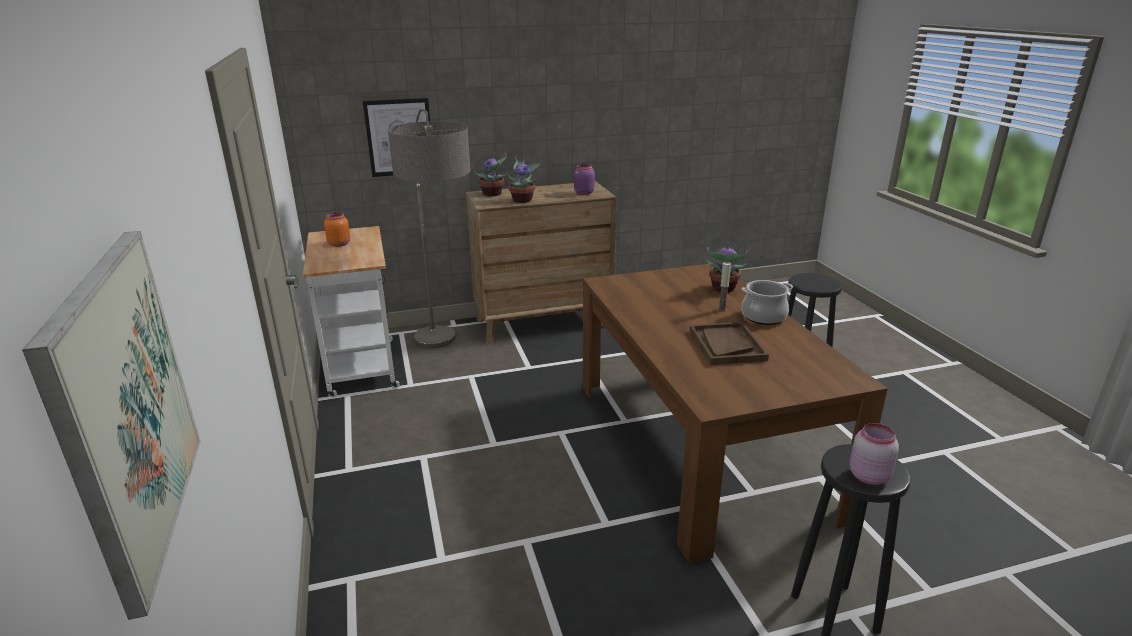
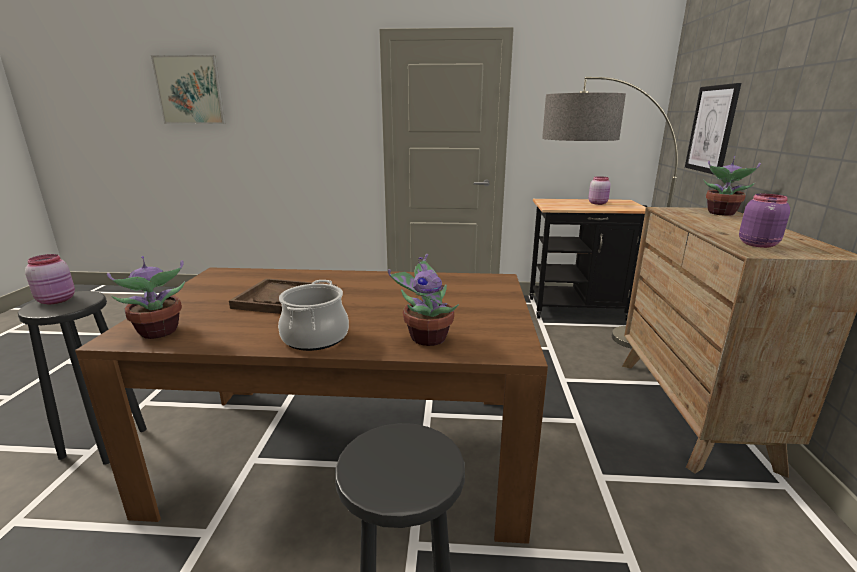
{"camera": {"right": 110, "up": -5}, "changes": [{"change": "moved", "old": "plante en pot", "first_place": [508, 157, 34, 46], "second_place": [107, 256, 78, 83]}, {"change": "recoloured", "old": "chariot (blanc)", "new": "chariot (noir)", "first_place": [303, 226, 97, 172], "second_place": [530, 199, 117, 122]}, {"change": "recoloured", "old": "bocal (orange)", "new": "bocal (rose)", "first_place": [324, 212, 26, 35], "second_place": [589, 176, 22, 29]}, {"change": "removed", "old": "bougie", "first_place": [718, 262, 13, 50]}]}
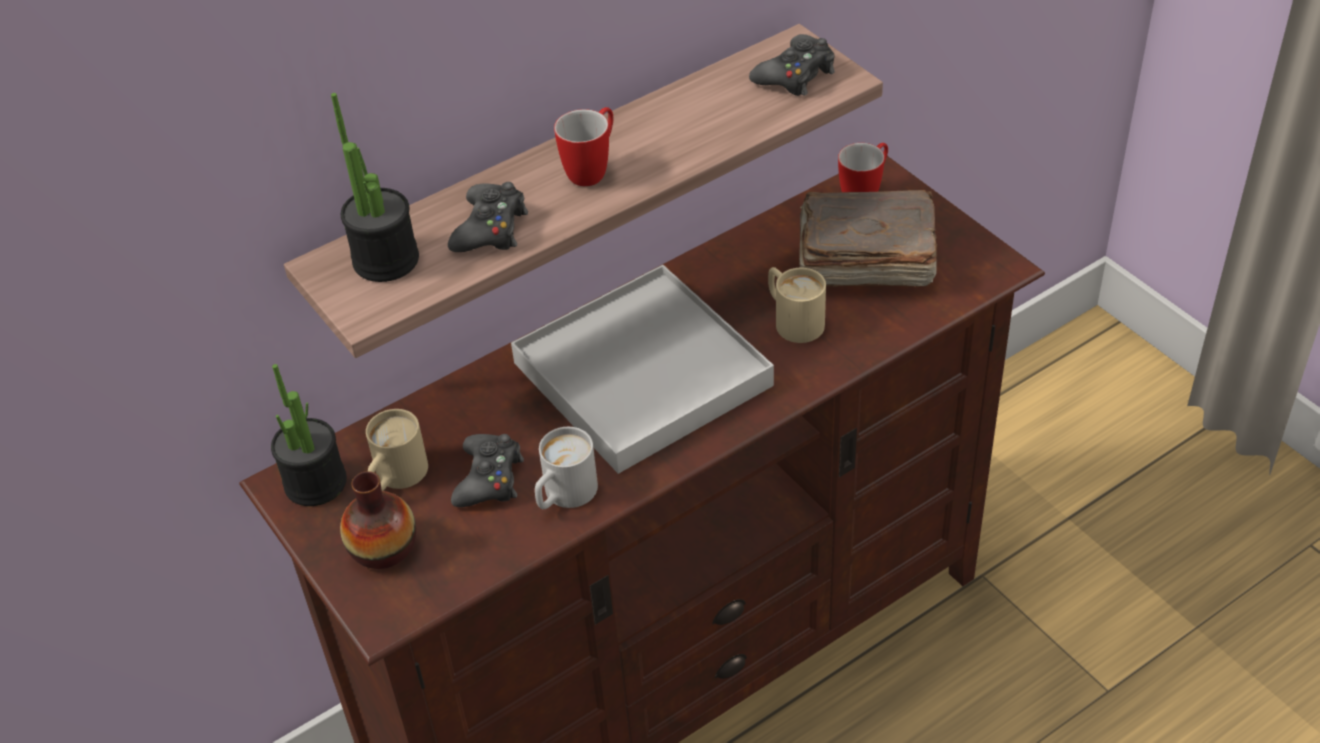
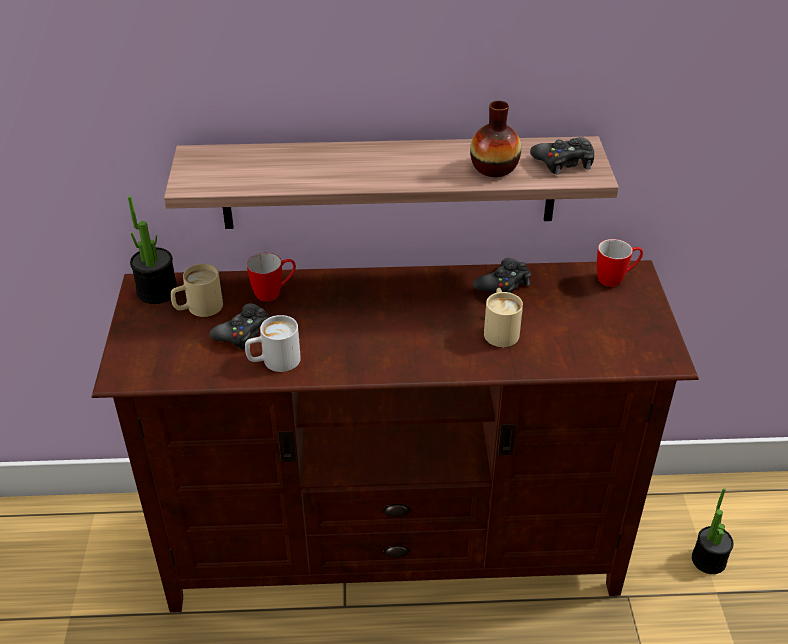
{"camera": {"right": 30, "up": -5}, "changes": [{"change": "moved", "old": "mug", "first_place": [554, 107, 59, 79], "second_place": [247, 253, 49, 49]}, {"change": "moved", "old": "vase", "first_place": [340, 471, 76, 98], "second_place": [470, 101, 51, 76]}, {"change": "moved", "old": "manette (noir)", "first_place": [448, 182, 80, 70], "second_place": [473, 258, 58, 35]}, {"change": "moved", "old": "plante en pot", "first_place": [331, 93, 88, 189], "second_place": [692, 488, 42, 86]}, {"change": "removed", "old": "plateau (blanc)", "first_place": [511, 265, 263, 209]}, {"change": "removed", "old": "livre (marron)", "first_place": [799, 190, 138, 97]}]}
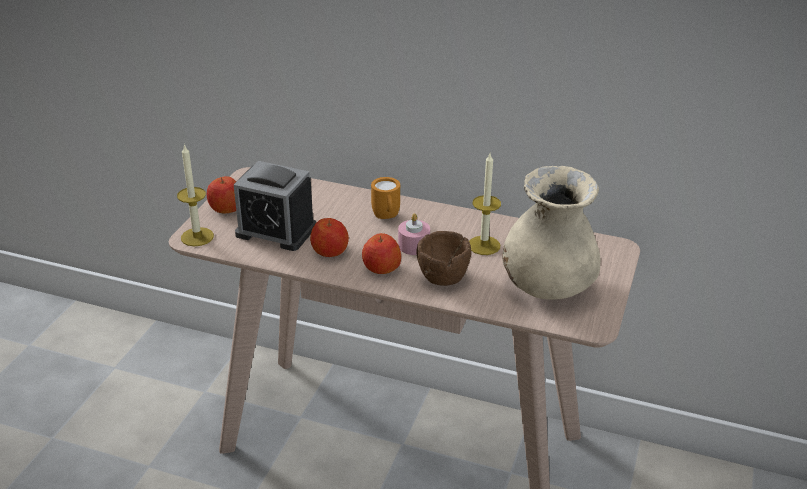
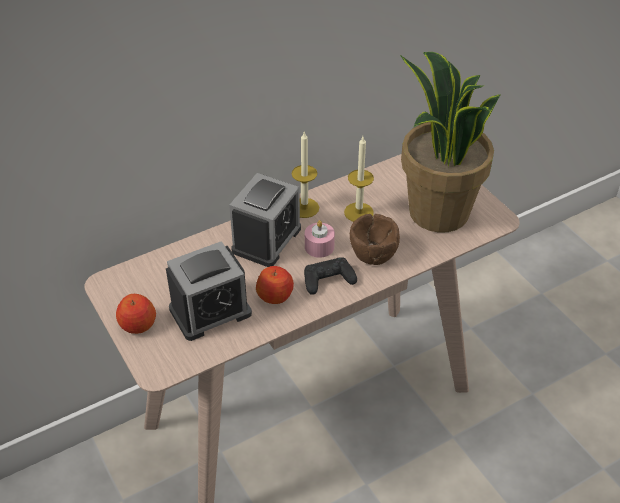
{"camera": {"right": -50, "up": 10}, "changes": [{"change": "replaced", "old": "mug (orange)", "new": "réveil", "first_place": [371, 177, 29, 42], "second_place": [229, 173, 72, 94]}, {"change": "moved", "old": "bougie", "first_place": [177, 144, 37, 102], "second_place": [292, 132, 27, 86]}, {"change": "replaced", "old": "pomme", "new": "manette (noir)", "first_place": [362, 233, 39, 41], "second_place": [304, 257, 53, 38]}, {"change": "replaced", "old": "vase (beige)", "new": "plante en pot", "first_place": [502, 166, 98, 134], "second_place": [400, 52, 101, 181]}]}
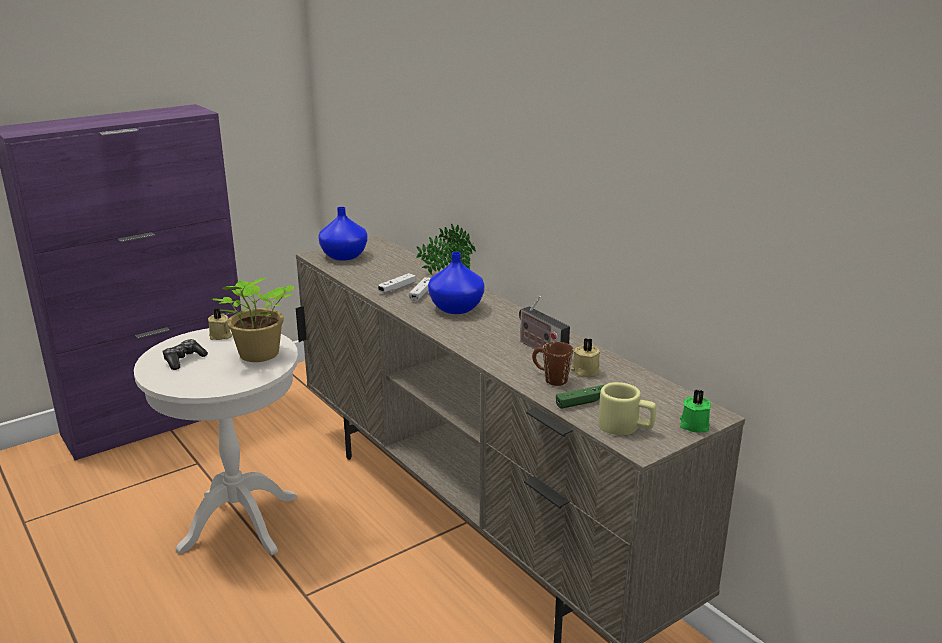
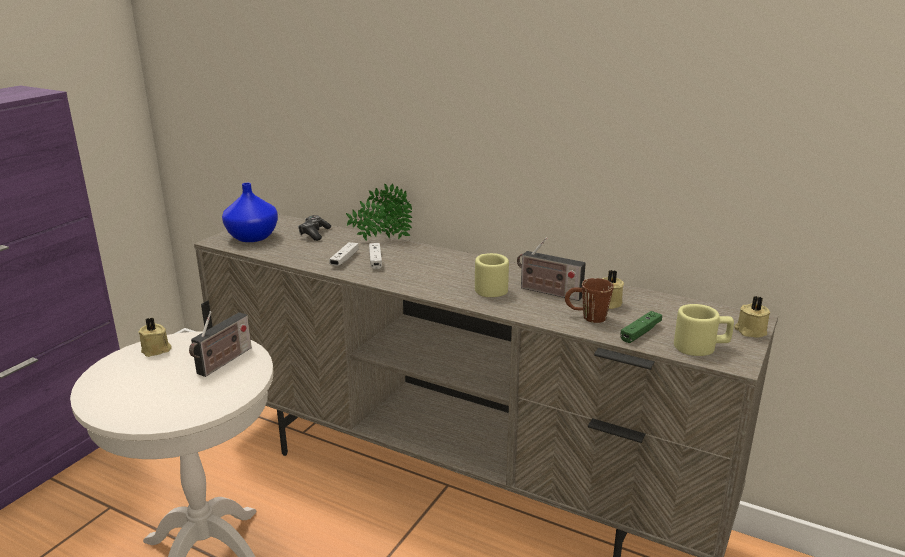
{"camera": {"right": -25, "up": 0}, "changes": [{"change": "replaced", "old": "plante en pot", "new": "radio", "first_place": [211, 278, 83, 84], "second_place": [189, 311, 63, 66]}, {"change": "moved", "old": "manette", "first_place": [162, 339, 46, 31], "second_place": [298, 215, 33, 26]}, {"change": "added", "new": "mug (beige)", "second_place": [475, 253, 34, 44]}, {"change": "recoloured", "old": "bougie (vert)", "new": "bougie (beige)", "first_place": [680, 389, 31, 43], "second_place": [734, 296, 36, 42]}, {"change": "removed", "old": "vase (bleu)", "first_place": [428, 252, 57, 62]}]}
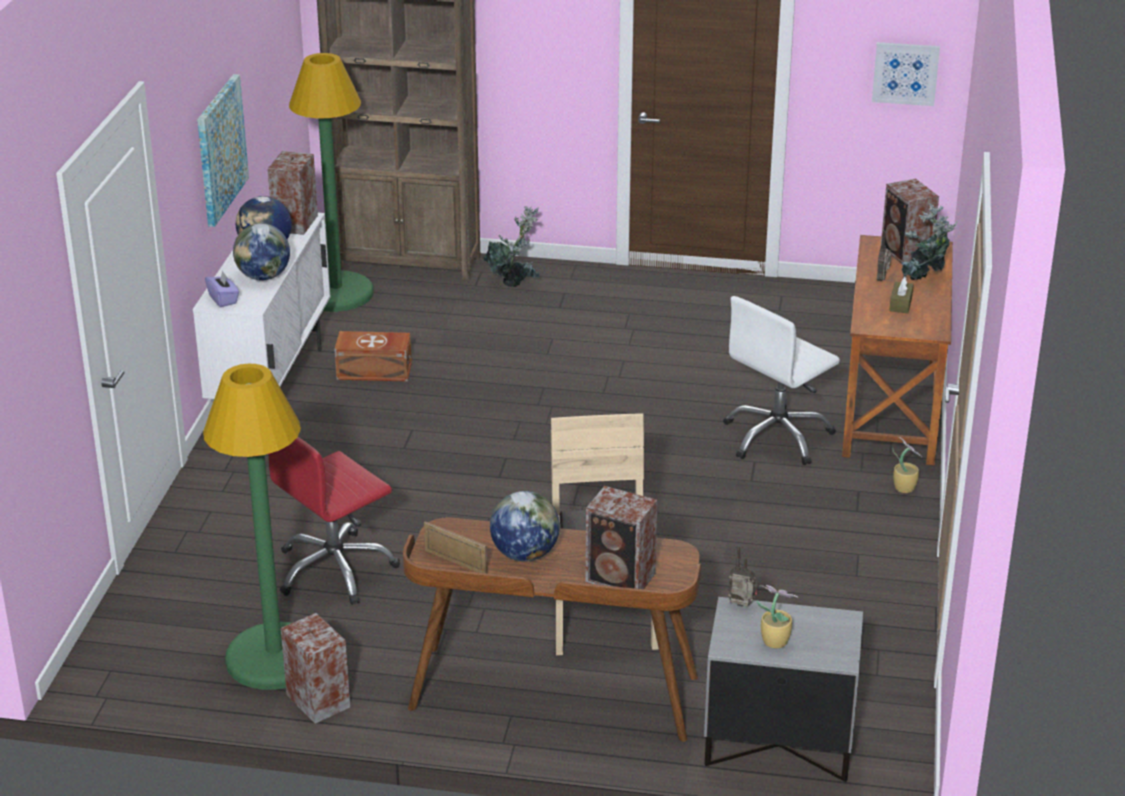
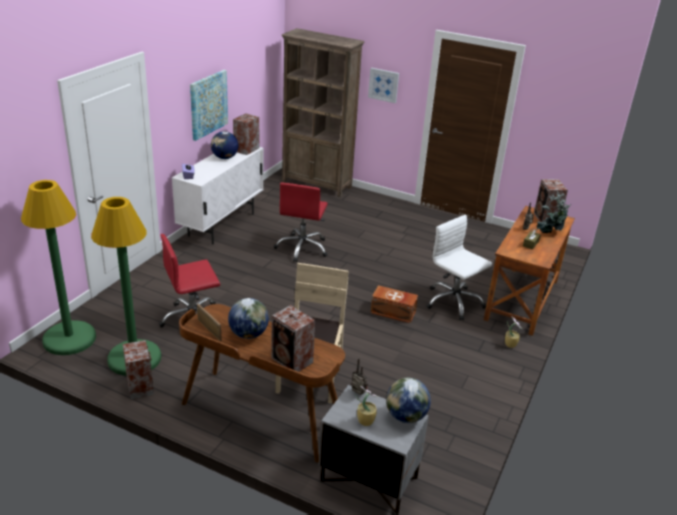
{"camera": {"right": 15, "up": 0}, "changes": [{"change": "moved", "old": "lampadaire (vert)", "first_place": [289, 53, 85, 259], "second_place": [21, 180, 75, 175]}, {"change": "added", "new": "chaise de bureau (rouge)", "second_place": [274, 183, 54, 79]}, {"change": "moved", "old": "tableau", "first_place": [872, 42, 68, 64], "second_place": [368, 68, 31, 35]}, {"change": "moved", "old": "boîte de rangement (marron)", "first_place": [335, 331, 77, 50], "second_place": [370, 285, 48, 38]}, {"change": "moved", "old": "globe", "first_place": [233, 223, 57, 58], "second_place": [386, 378, 45, 45]}, {"change": "turned", "old": "chaise de bureau (blanc)", "first_place": [723, 296, 117, 169], "second_place": [426, 215, 66, 105], "degrees": 75}, {"change": "removed", "old": "plante en pot", "first_place": [483, 206, 57, 81]}]}
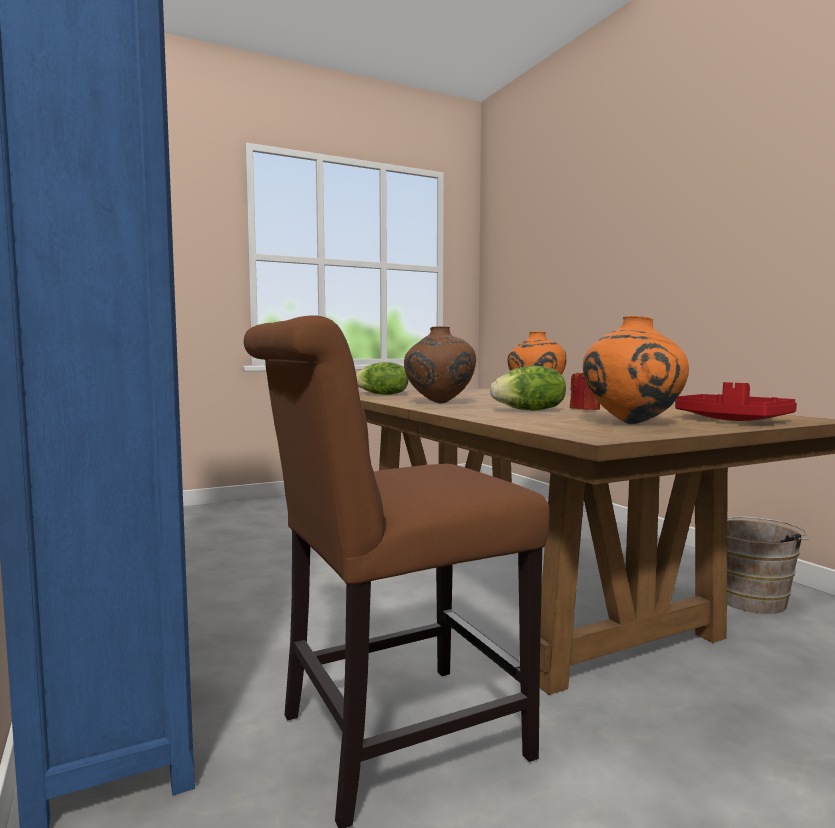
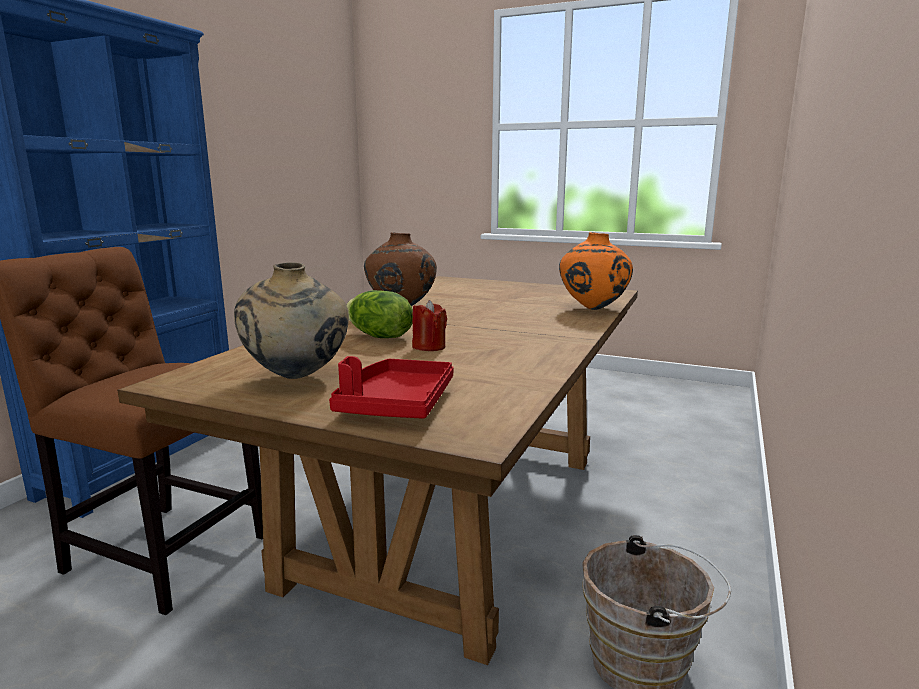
{"camera": {"right": 50, "up": 10}, "changes": [{"change": "recoloured", "old": "vase (orange)", "new": "vase (beige)", "first_place": [583, 316, 106, 108], "second_place": [234, 263, 115, 116]}, {"change": "removed", "old": "laitue", "first_place": [356, 362, 52, 33]}]}
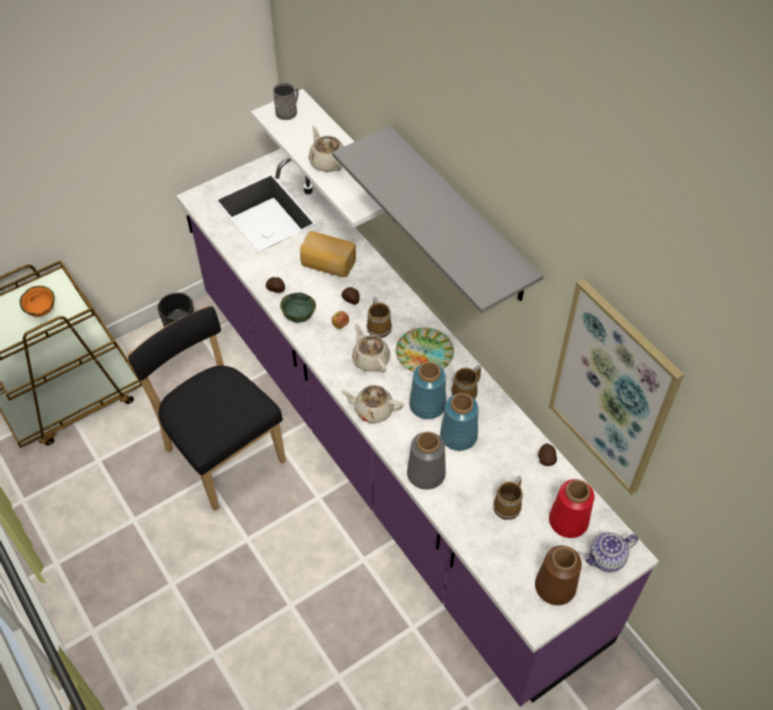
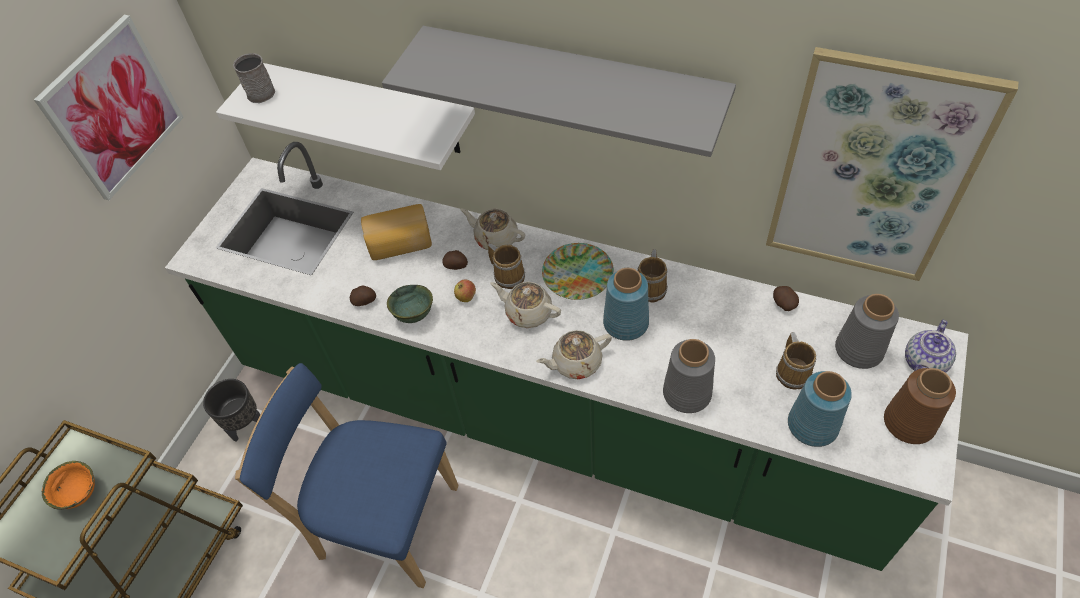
{"camera": {"right": -30, "up": 0}, "changes": [{"change": "added", "new": "tableau", "second_place": [34, 15, 150, 185]}, {"change": "recoloured", "old": "comptoir de cuisine (violet)", "new": "comptoir de cuisine (vert)", "first_place": [176, 148, 483, 559], "second_place": [165, 142, 803, 429]}, {"change": "recoloured", "old": "chaise (noir)", "new": "chaise (bleu)", "first_place": [127, 306, 159, 205], "second_place": [235, 363, 224, 225]}, {"change": "moved", "old": "théière (beige)", "first_place": [309, 125, 35, 47], "second_place": [460, 208, 65, 42]}, {"change": "moved", "old": "vase (bleu)", "first_place": [440, 393, 38, 58], "second_place": [788, 371, 64, 76]}, {"change": "recoloured", "old": "vase (rouge)", "new": "vase (gris)", "first_place": [549, 479, 45, 59], "second_place": [835, 294, 64, 75]}]}
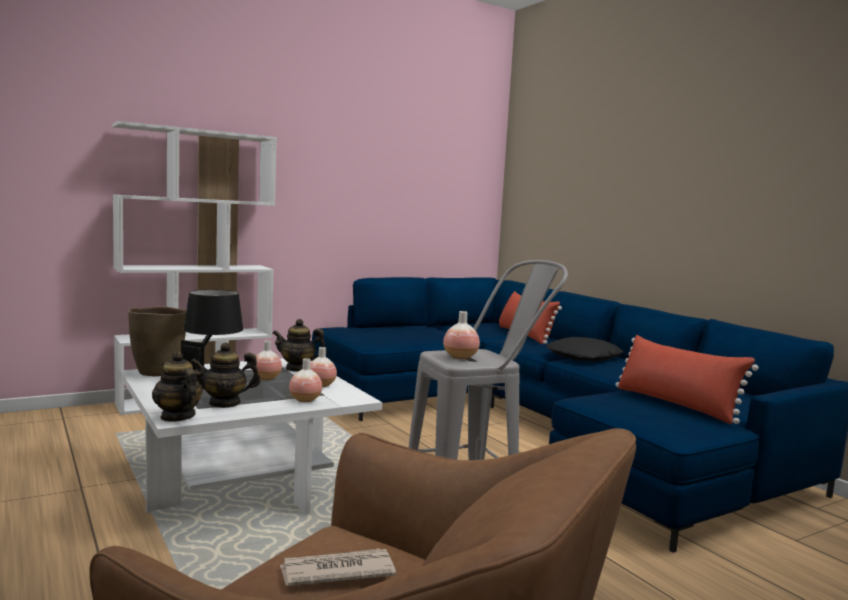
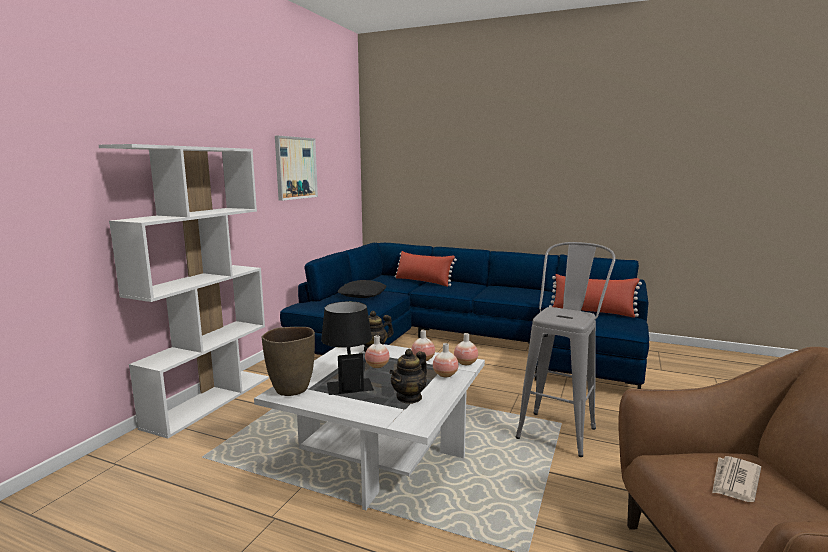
{"camera": {"right": -35, "up": 5}, "changes": [{"change": "added", "new": "tableau", "second_place": [275, 136, 43, 65]}, {"change": "moved", "old": "coussin (noir)", "first_place": [546, 337, 77, 24], "second_place": [338, 280, 49, 18]}, {"change": "moved", "old": "vase", "first_place": [443, 311, 37, 48], "second_place": [454, 333, 24, 32]}, {"change": "removed", "old": "théière", "first_place": [152, 351, 51, 71]}]}
